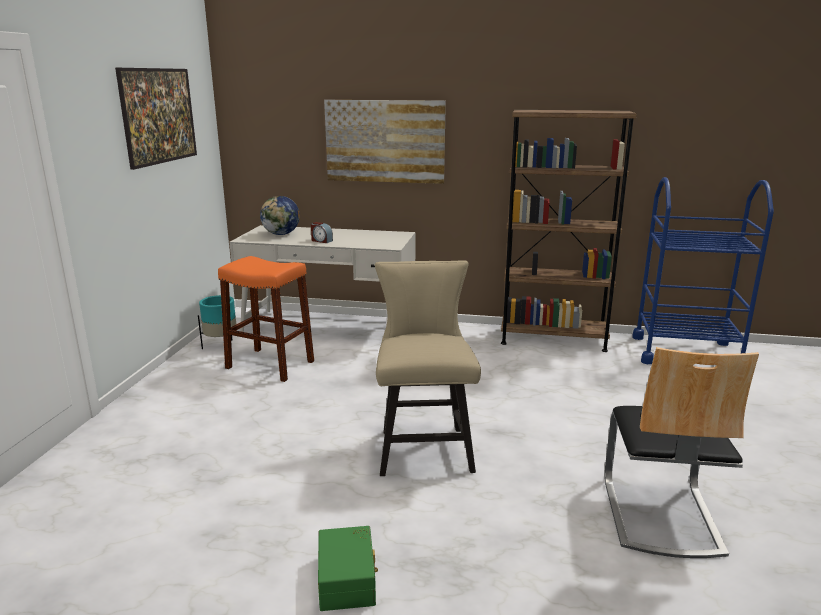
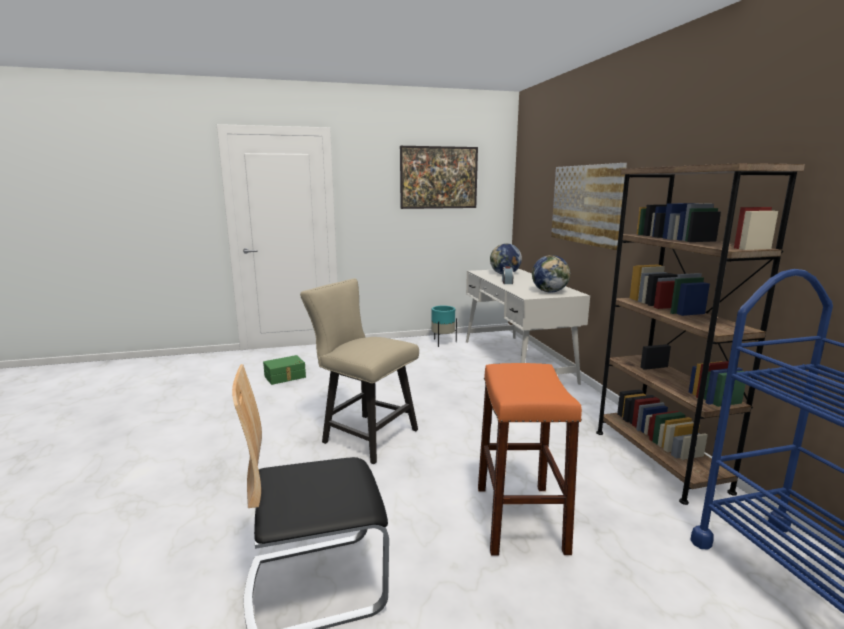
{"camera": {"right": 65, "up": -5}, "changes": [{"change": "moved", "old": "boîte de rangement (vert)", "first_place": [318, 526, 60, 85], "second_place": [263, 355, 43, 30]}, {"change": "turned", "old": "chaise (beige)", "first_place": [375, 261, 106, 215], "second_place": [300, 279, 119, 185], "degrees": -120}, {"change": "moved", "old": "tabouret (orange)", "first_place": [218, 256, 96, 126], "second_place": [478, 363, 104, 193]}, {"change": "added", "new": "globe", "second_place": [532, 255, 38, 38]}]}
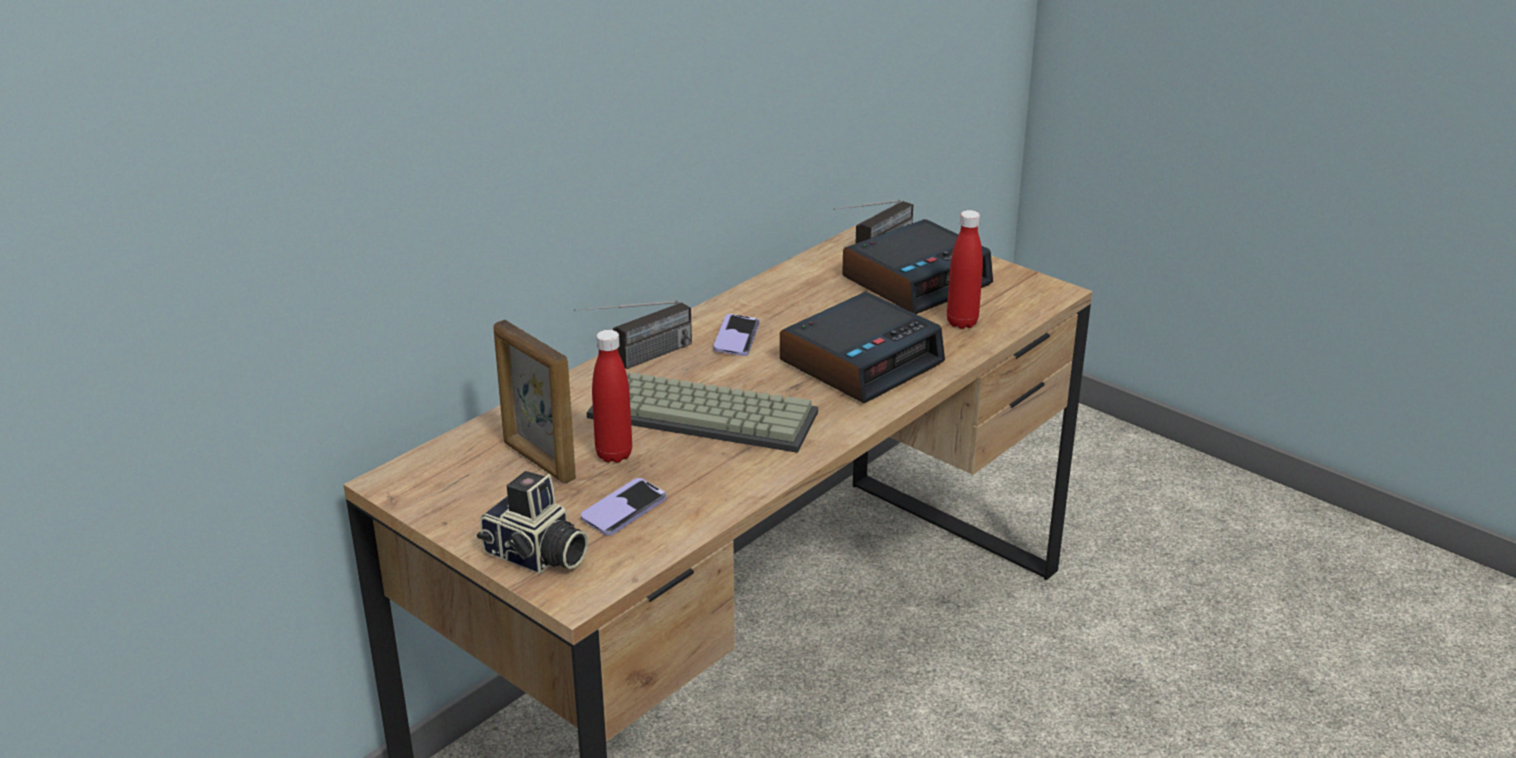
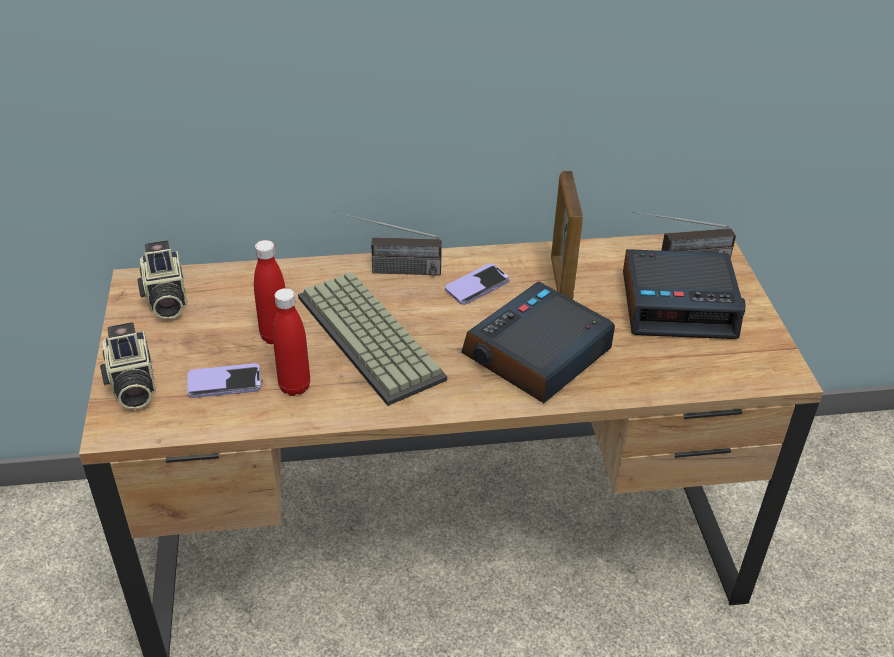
{"camera": {"right": 40, "up": 10}, "changes": [{"change": "added", "new": "appareil photo", "second_place": [137, 240, 50, 80]}, {"change": "moved", "old": "bouteille (rouge)", "first_place": [947, 210, 36, 119], "second_place": [273, 288, 37, 108]}, {"change": "turned", "old": "réveil", "first_place": [780, 292, 165, 111], "second_place": [461, 282, 154, 121], "degrees": 135}, {"change": "moved", "old": "cadre photo", "first_place": [493, 320, 83, 164], "second_place": [551, 171, 32, 129]}]}
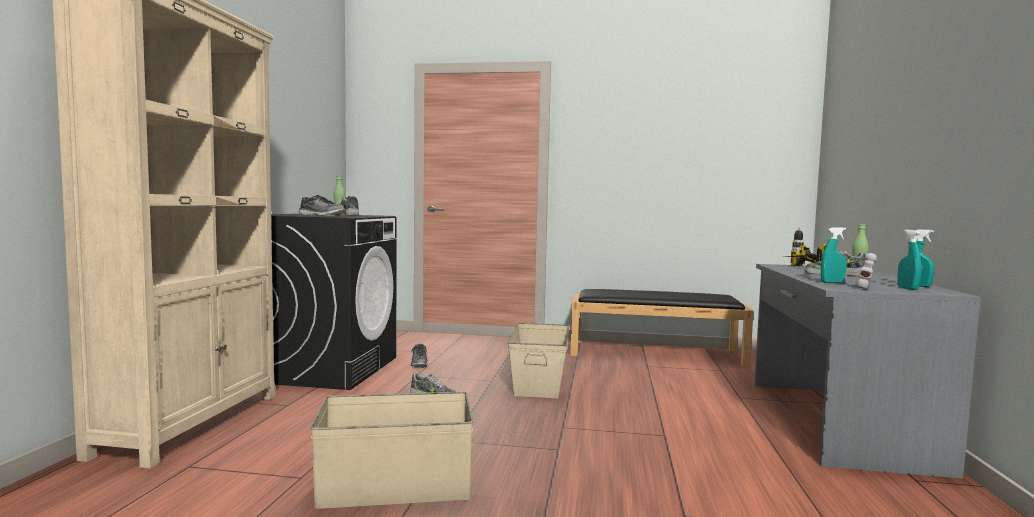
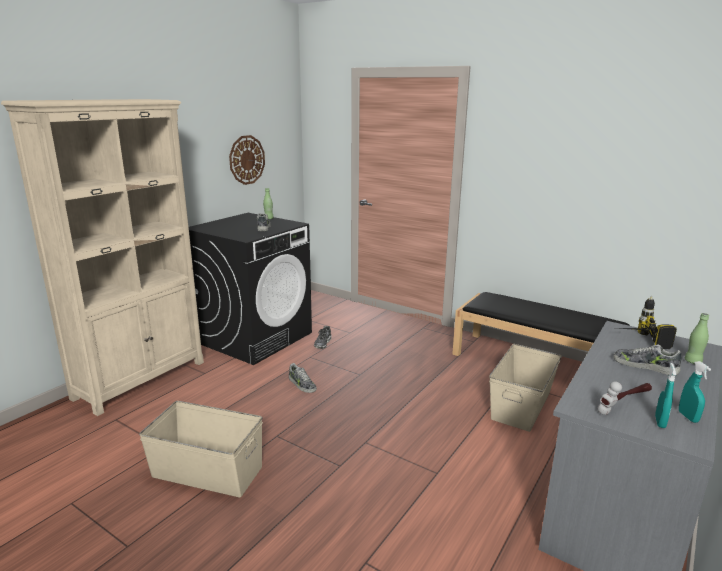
{"camera": {"right": 25, "up": 15}, "changes": [{"change": "added", "new": "horloge murale", "second_place": [229, 135, 36, 50]}, {"change": "moved", "old": "boîte de rangement (beige)", "first_place": [507, 323, 62, 75], "second_place": [489, 344, 73, 88]}, {"change": "removed", "old": "chaussure", "first_place": [299, 195, 46, 21]}, {"change": "removed", "old": "vaporisateur (turquoise)", "first_place": [821, 227, 26, 56]}]}
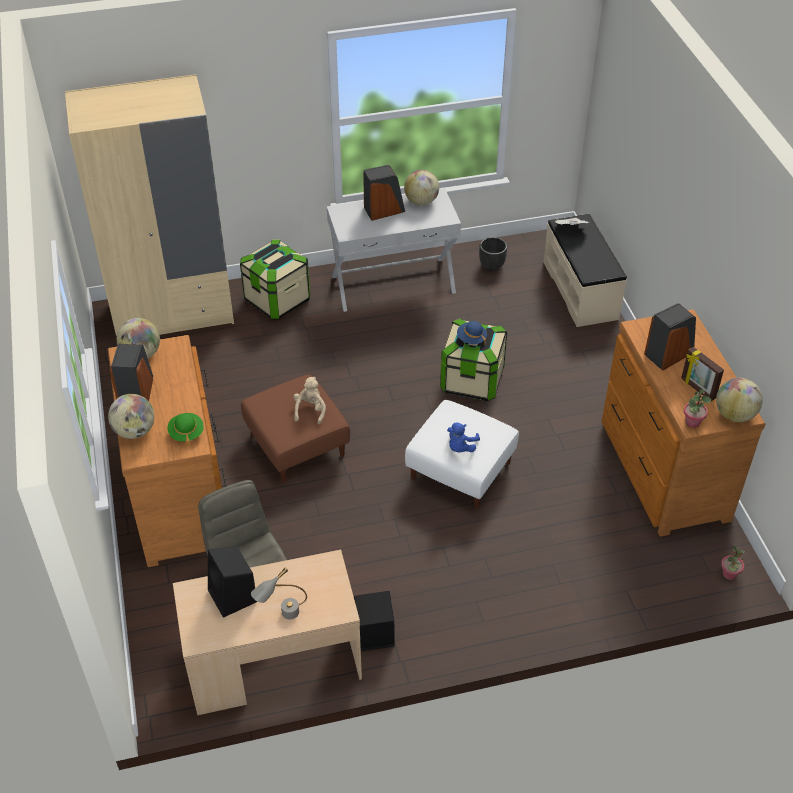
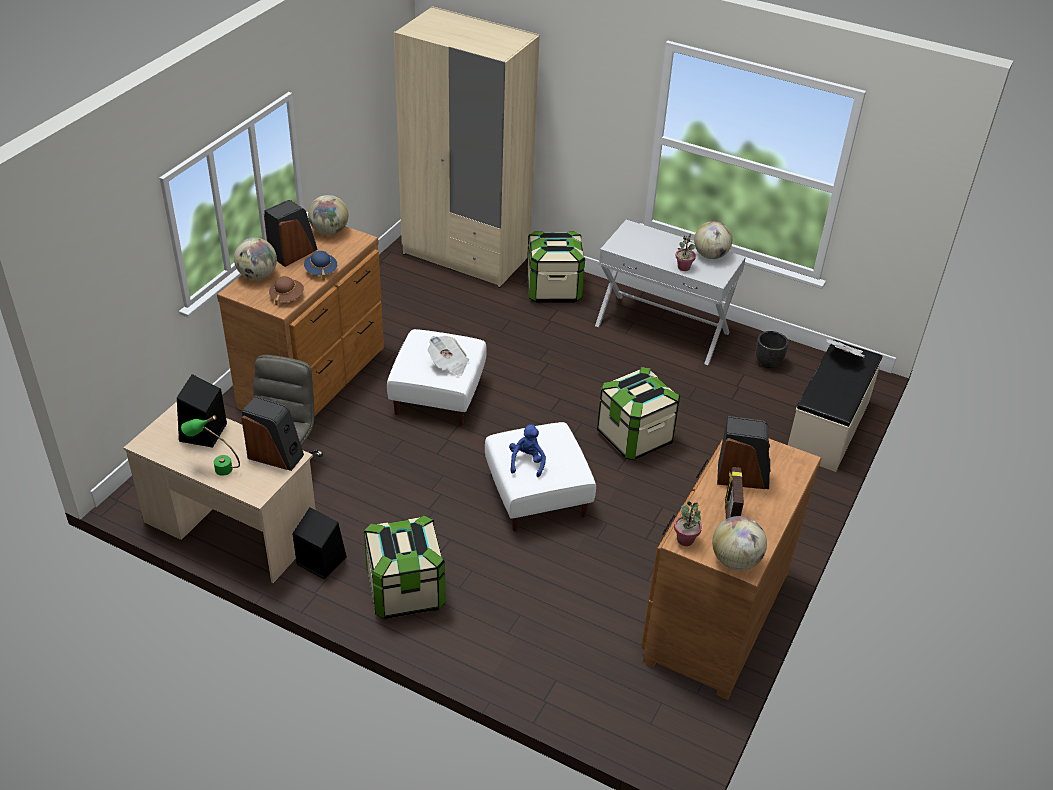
{"camera": {"right": 40, "up": -5}, "changes": [{"change": "recoloured", "old": "lampe de table (gris)", "new": "lampe de table (vert)", "first_place": [251, 568, 56, 52], "second_place": [181, 415, 59, 61]}, {"change": "moved", "old": "enceinte", "first_place": [363, 165, 42, 56], "second_place": [241, 396, 63, 75]}, {"change": "recoloured", "old": "chapeau (vert)", "new": "chapeau (marron)", "first_place": [167, 413, 37, 33], "second_place": [269, 276, 35, 30]}, {"change": "moved", "old": "chapeau (bleu)", "first_place": [457, 321, 30, 24], "second_place": [304, 251, 33, 30]}, {"change": "added", "new": "boîte de rangement", "second_place": [364, 515, 82, 104]}, {"change": "recoloured", "old": "pouf (marron)", "new": "pouf (blanc)", "first_place": [241, 374, 109, 108], "second_place": [387, 329, 100, 97]}, {"change": "replaced", "old": "peluche (beige)", "new": "journal", "first_place": [293, 377, 33, 47], "second_place": [427, 336, 42, 40]}, {"change": "turned", "old": "peluche (bleu)", "first_place": [447, 423, 33, 29], "second_place": [509, 425, 37, 52], "degrees": 120}, {"change": "moved", "old": "plante en pot", "first_place": [721, 544, 23, 36], "second_place": [676, 234, 20, 37]}]}
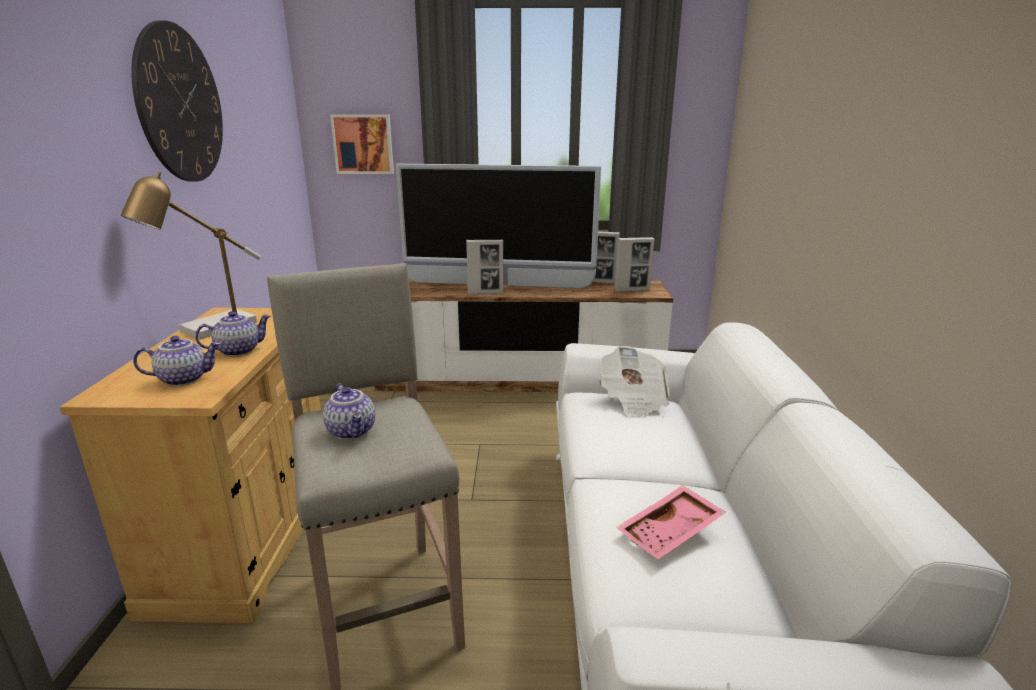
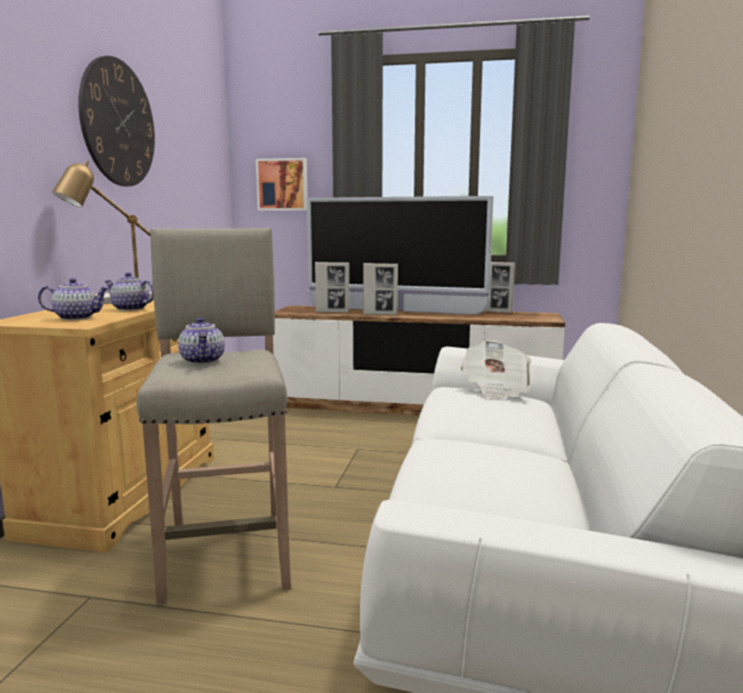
{"camera": {"right": 10, "up": -10}, "changes": [{"change": "turned", "old": "théière", "first_place": [195, 311, 76, 45], "second_place": [104, 273, 50, 38], "degrees": -135}, {"change": "moved", "old": "cadre photo", "first_place": [614, 237, 41, 55], "second_place": [315, 262, 34, 51]}, {"change": "removed", "old": "plateau (rose)", "first_place": [616, 485, 110, 74]}]}
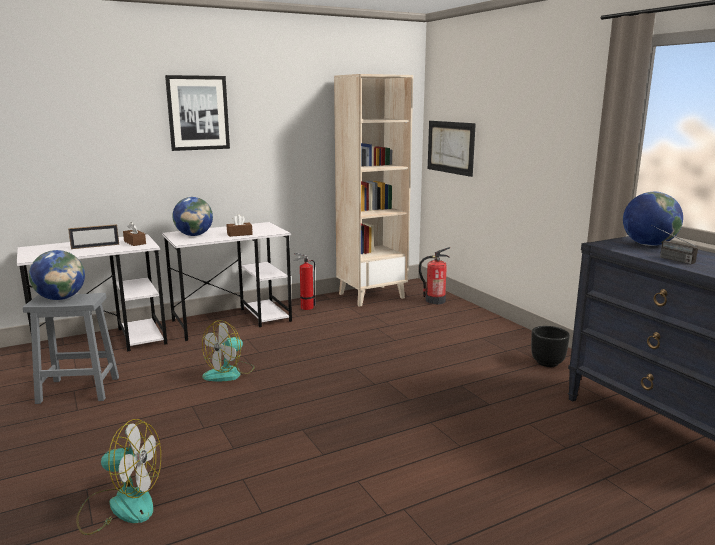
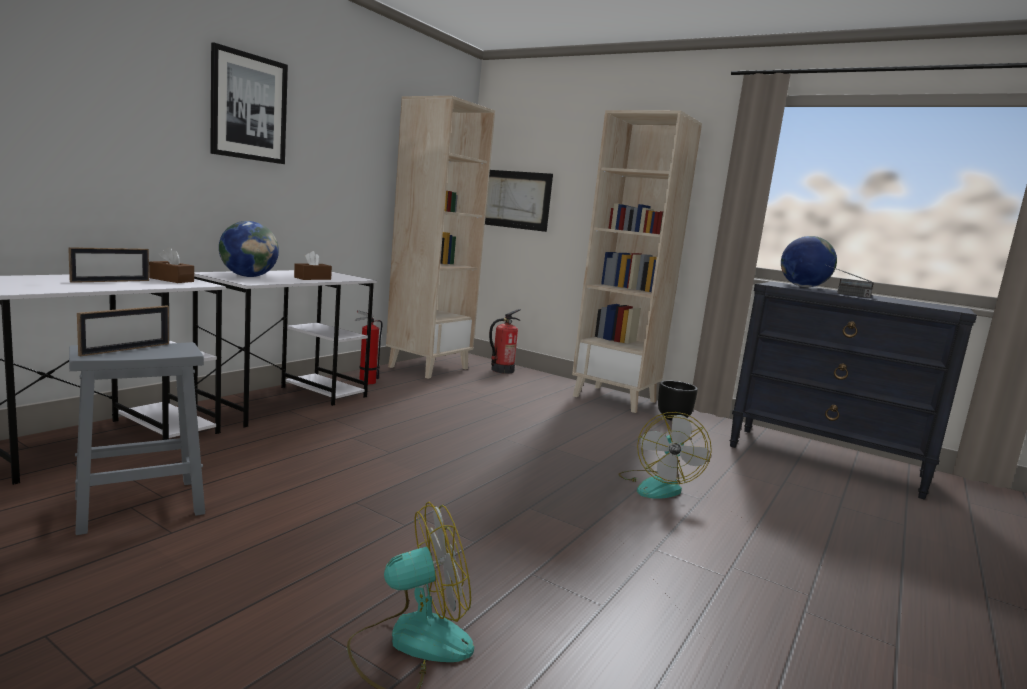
{"camera": {"right": -30, "up": -5}, "changes": [{"change": "replaced", "old": "globe", "new": "cadre photo", "first_place": [29, 250, 56, 50], "second_place": [77, 306, 92, 50]}, {"change": "added", "new": "bibliothèque (beige)", "second_place": [572, 110, 130, 303]}, {"change": "moved", "old": "ventilateur", "first_place": [202, 320, 53, 61], "second_place": [618, 412, 94, 87]}]}
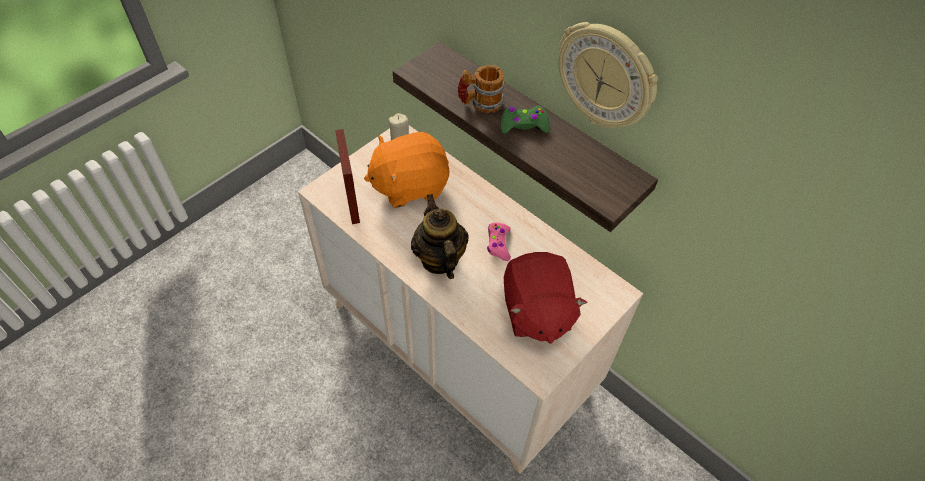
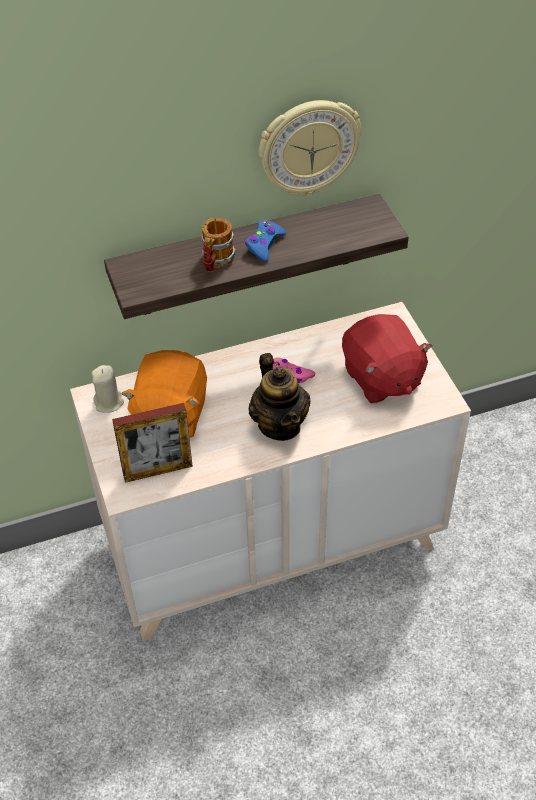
{"camera": {"right": -60, "up": -5}, "changes": [{"change": "turned", "old": "cadre photo", "first_place": [335, 129, 25, 95], "second_place": [112, 403, 81, 80], "degrees": 150}, {"change": "recoloured", "old": "manette (vert)", "new": "manette (bleu)", "first_place": [501, 106, 49, 28], "second_place": [245, 219, 41, 43]}, {"change": "turned", "old": "théière", "first_place": [411, 194, 57, 85], "second_place": [249, 353, 62, 88], "degrees": -120}, {"change": "turned", "old": "peluche (rouge)", "first_place": [504, 252, 83, 92], "second_place": [342, 314, 90, 89], "degrees": 45}]}
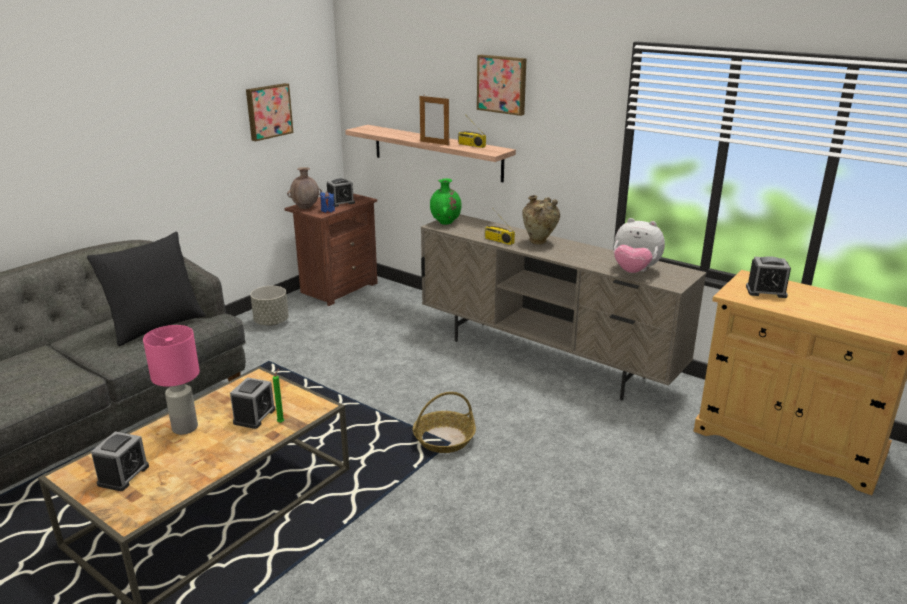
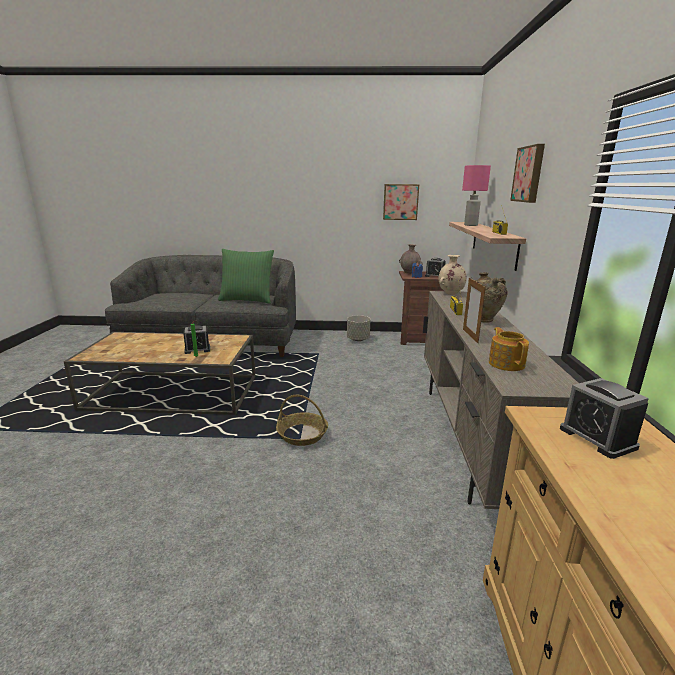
{"camera": {"right": 55, "up": -5}, "changes": [{"change": "recoloured", "old": "coussin (noir)", "new": "coussin (vert)", "first_place": [87, 232, 119, 114], "second_place": [218, 249, 56, 55]}, {"change": "recoloured", "old": "vase (vert)", "new": "vase (beige)", "first_place": [430, 178, 32, 47], "second_place": [439, 255, 28, 40]}, {"change": "moved", "old": "lampe de table (rose)", "first_place": [143, 325, 57, 110], "second_place": [462, 165, 29, 61]}, {"change": "moved", "old": "cadre photo", "first_place": [420, 96, 29, 49], "second_place": [463, 278, 23, 65]}, {"change": "replaced", "old": "peluche", "new": "théière", "first_place": [613, 218, 52, 55], "second_place": [489, 327, 40, 44]}, {"change": "removed", "old": "réveil", "first_place": [91, 431, 58, 60]}]}
